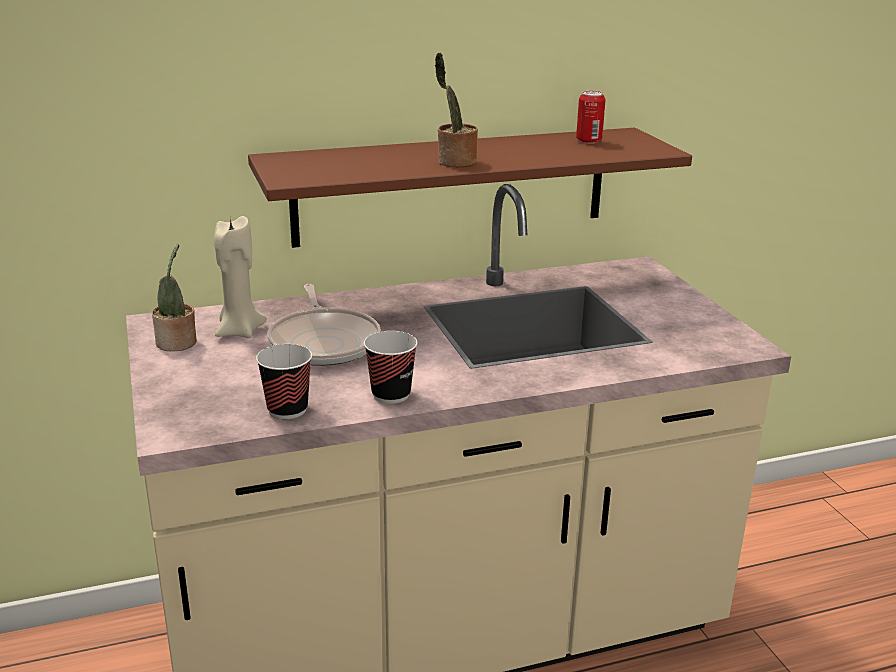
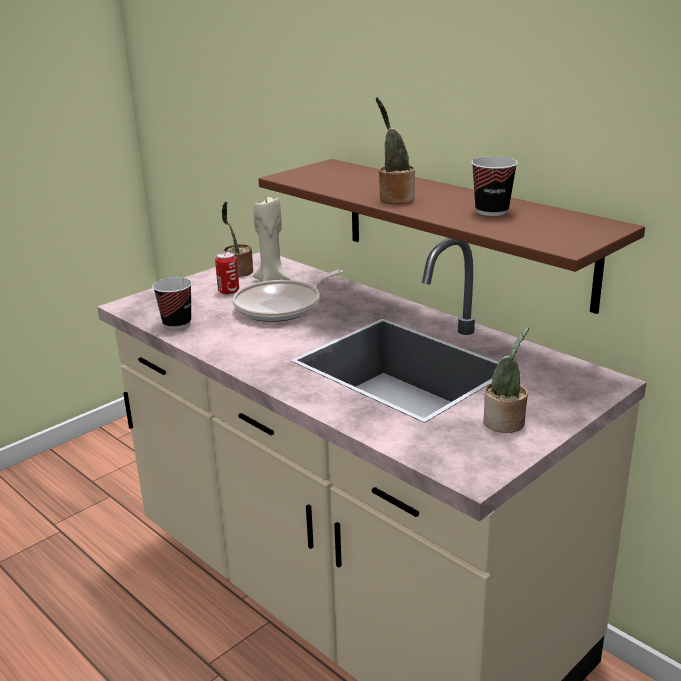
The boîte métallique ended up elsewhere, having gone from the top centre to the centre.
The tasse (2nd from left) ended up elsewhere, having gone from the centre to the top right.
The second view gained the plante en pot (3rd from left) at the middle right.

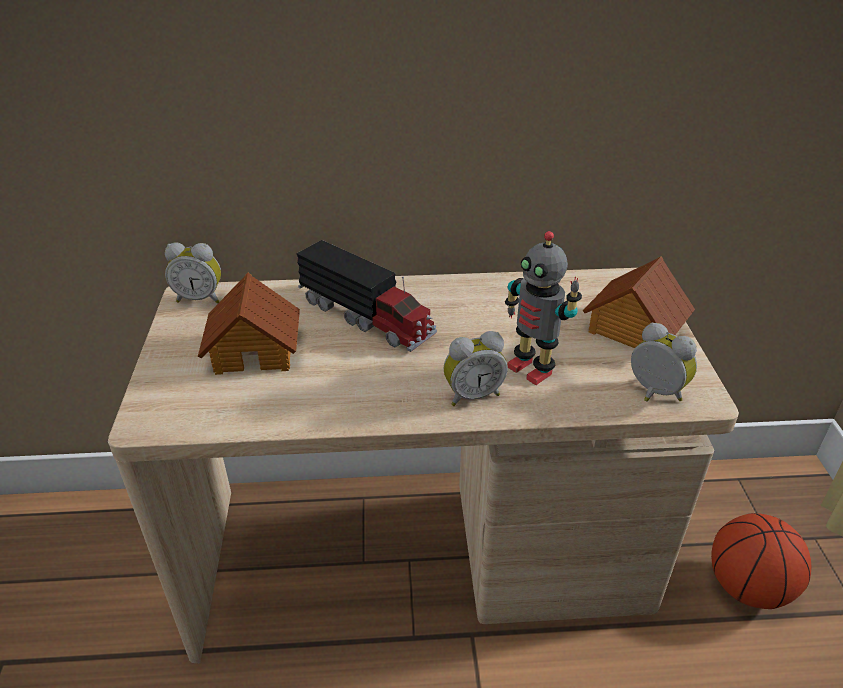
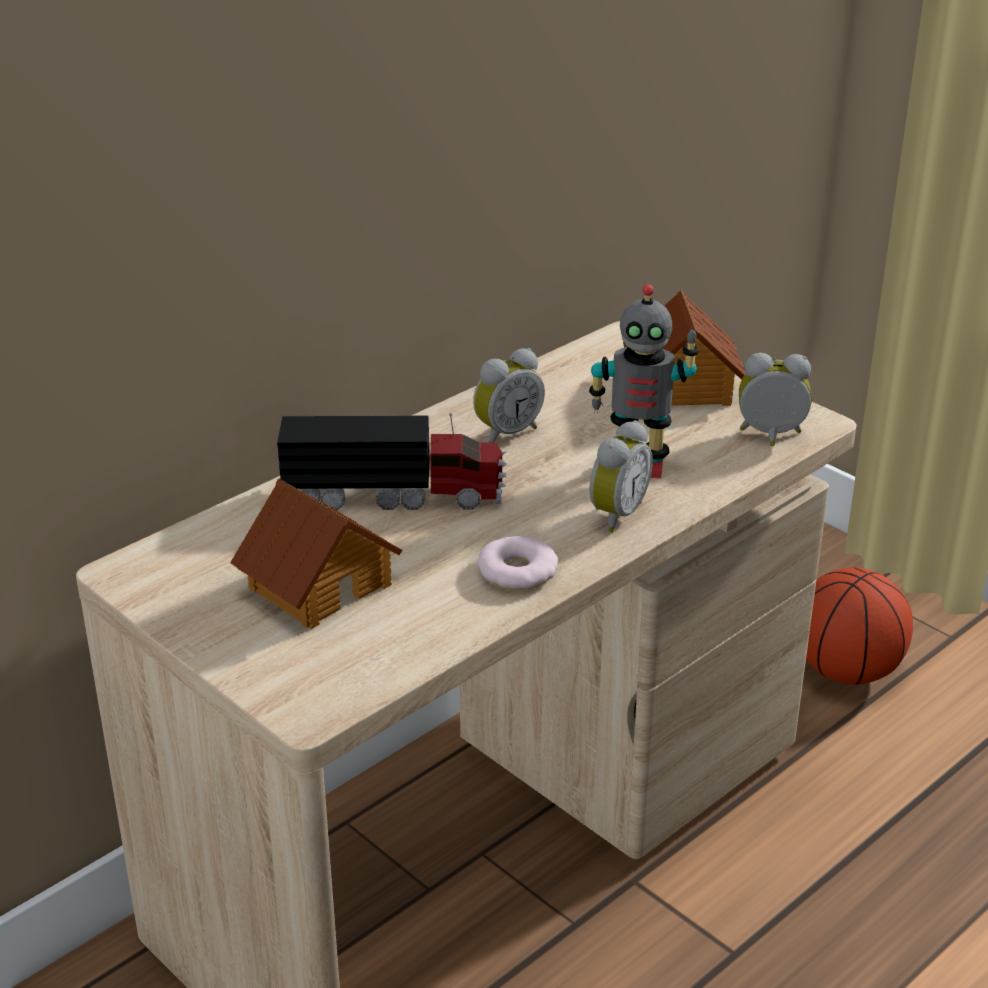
The réveil (1st from left) ended up elsewhere, having gone from the middle left to the centre.
The second view gained the beignet at the centre.

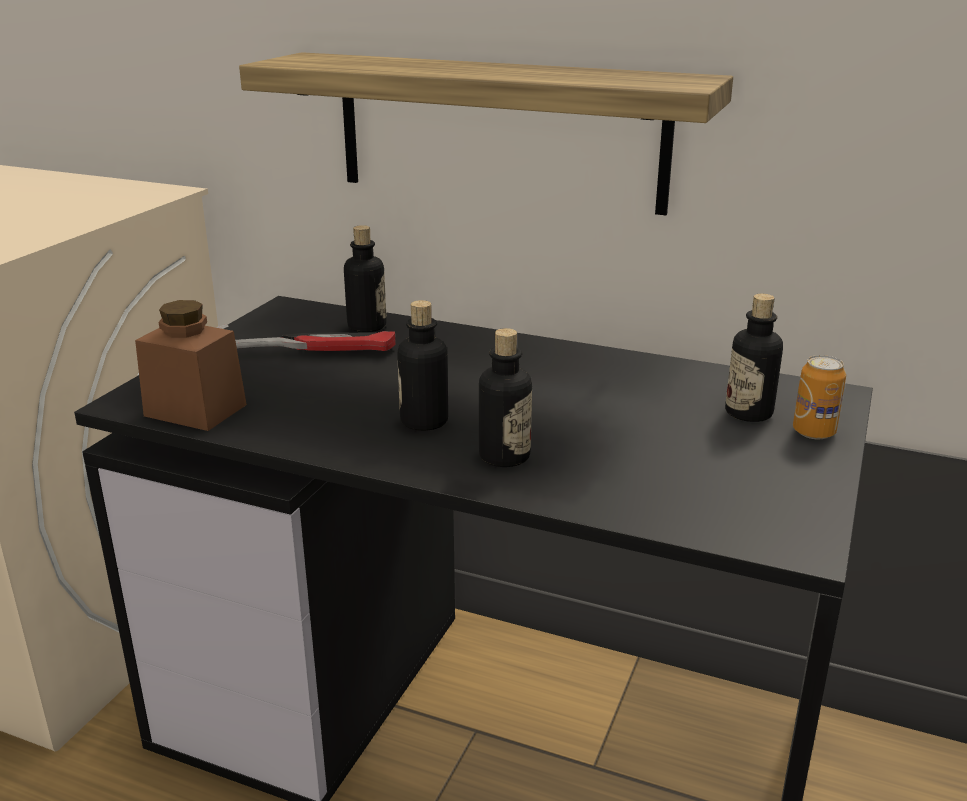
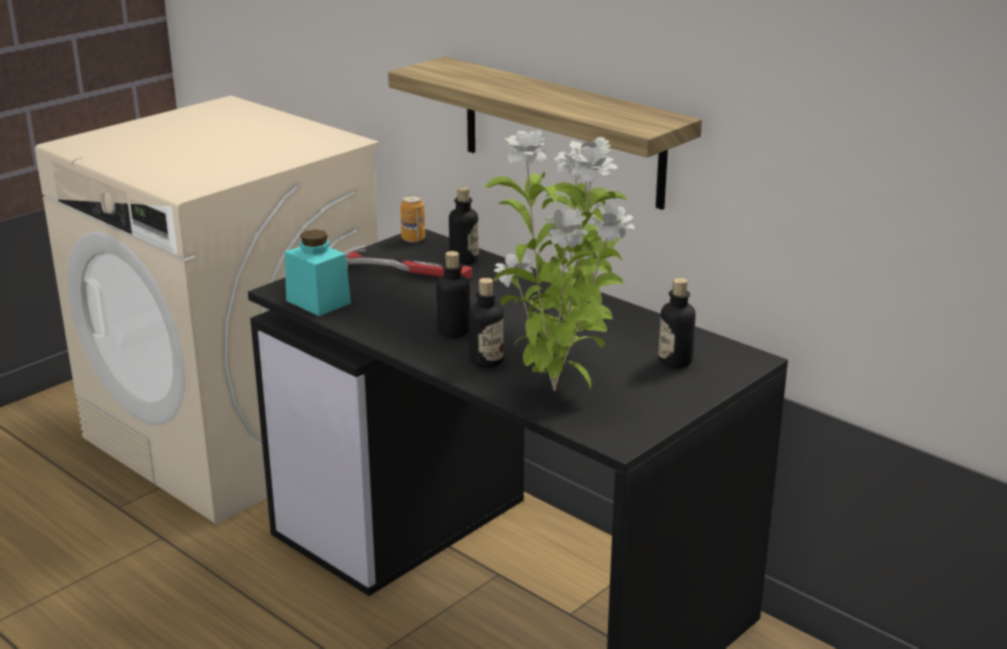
What was the bocal (marron) at the middle left turned into the bocal (turquoise) at the middle left.
The boîte métallique ended up elsewhere, having gone from the middle right to the centre.
The second view gained the plante en pot at the centre.

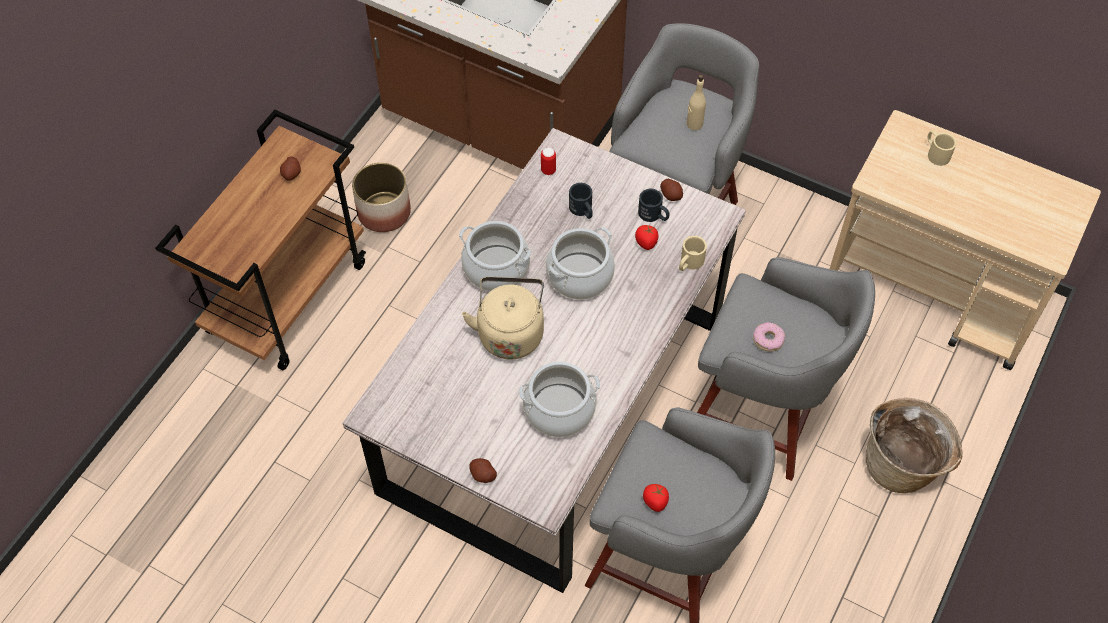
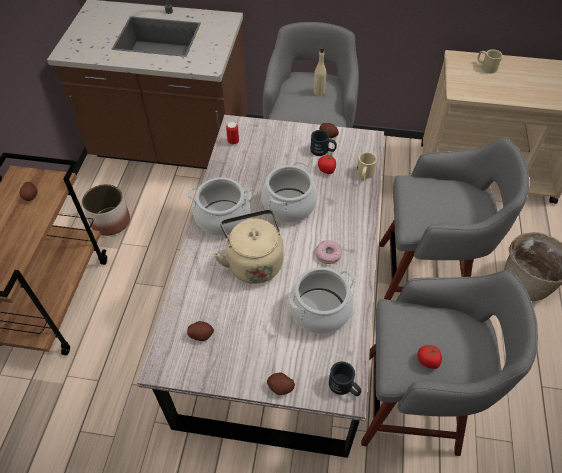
The mug (noir) (1st from left in the first image) ended up elsewhere, having gone from the top centre to the bottom centre.
The beignet ended up elsewhere, having gone from the middle right to the centre.
The second view gained the pomme de terre (2nd from left) at the bottom centre.

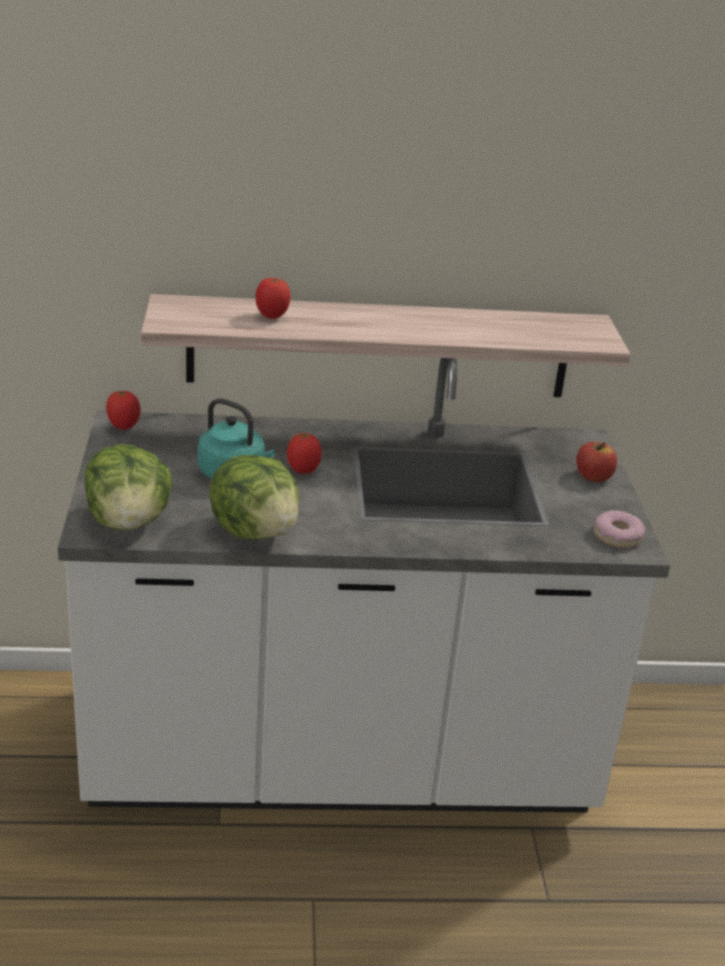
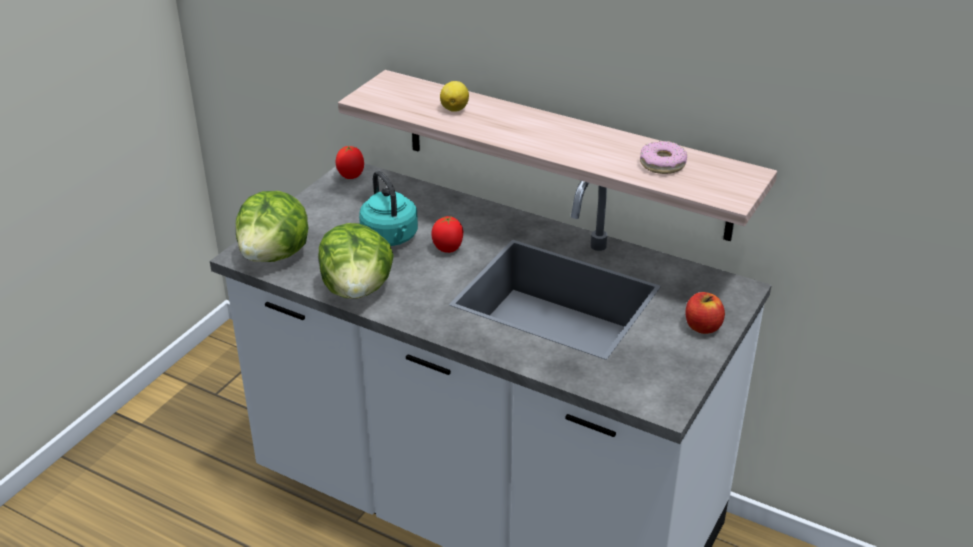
Where the tomate (2nd from left) stood at the top centre, the citron came to stand at the top centre.
The beignet ended up elsewhere, having gone from the middle right to the top right.

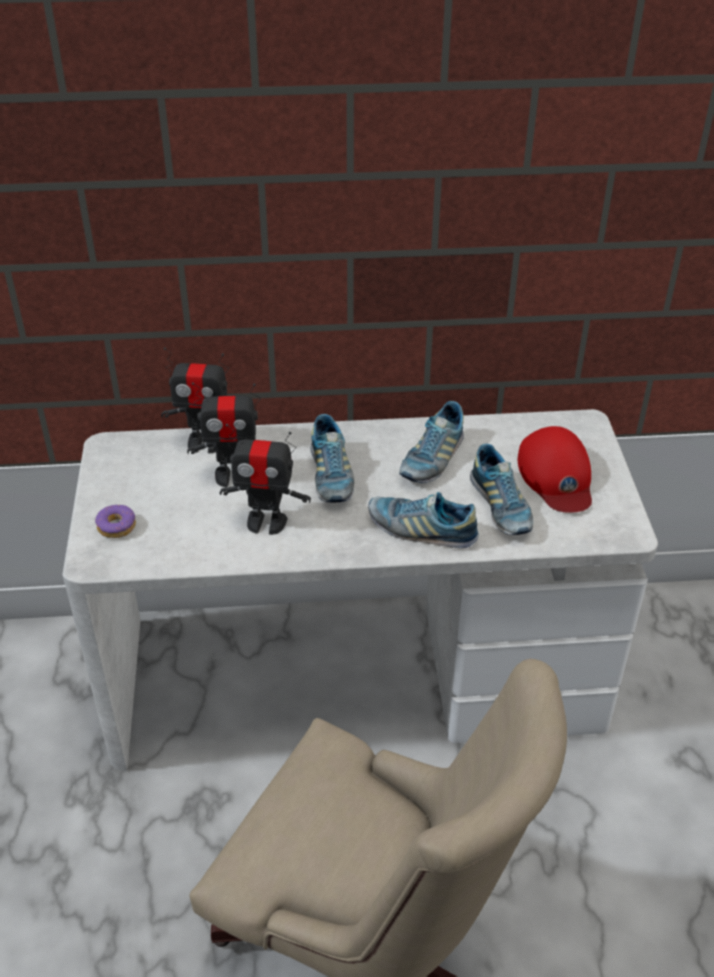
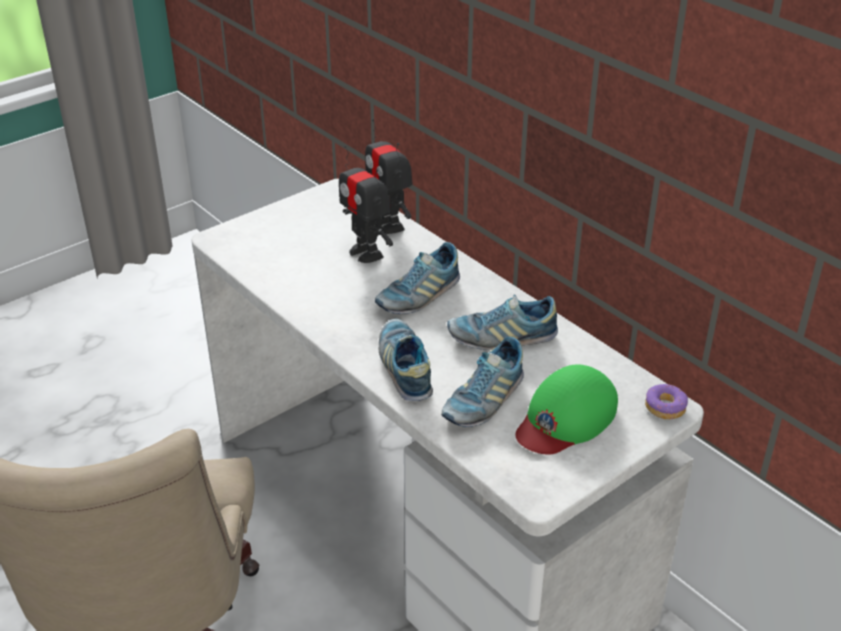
The second view lost the robot jouet (3rd from left) at the centre.
What was the casquette (rouge) at the middle right turned into the casquette (vert) at the middle right.
The beignet ended up elsewhere, having gone from the middle left to the middle right.

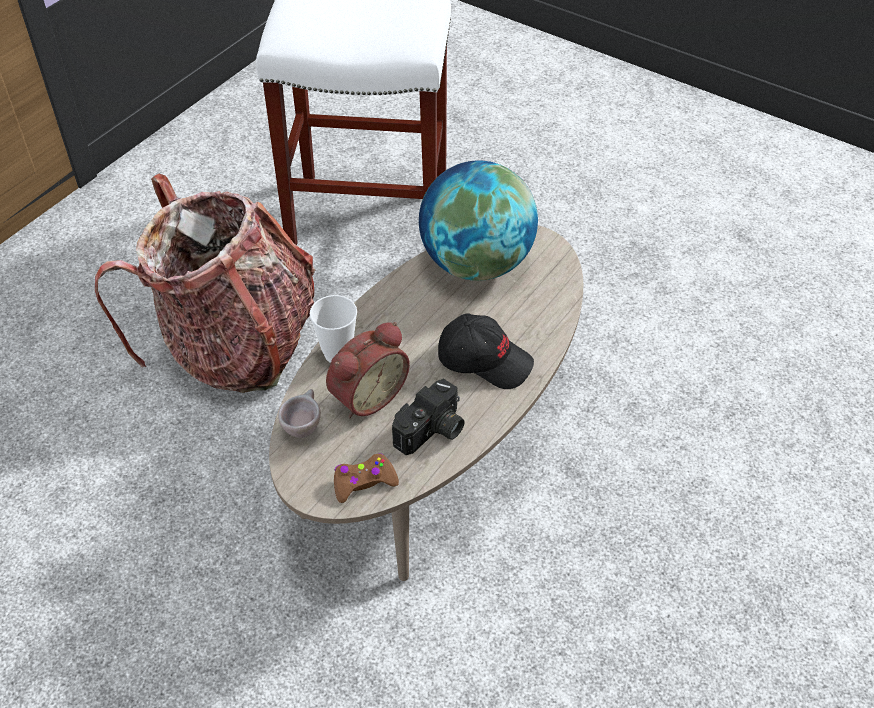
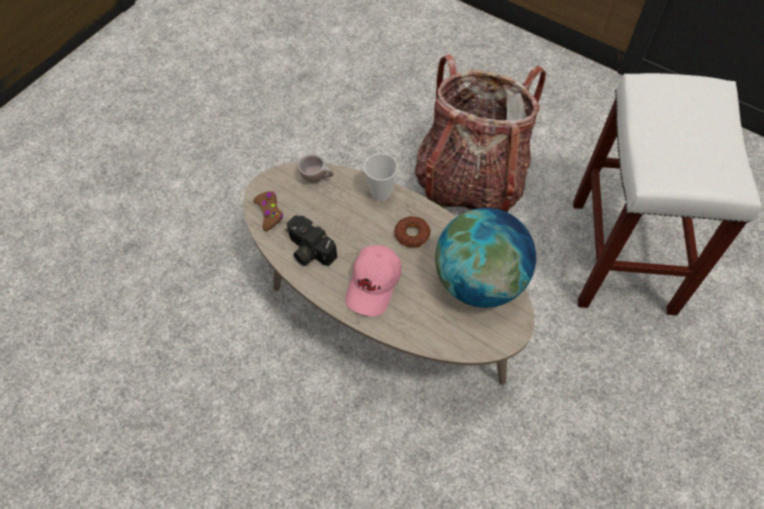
What was the casquette (noir) at the centre turned into the casquette (rose) at the centre.
The second view lost the réveil at the centre.
The second view gained the beignet at the centre.

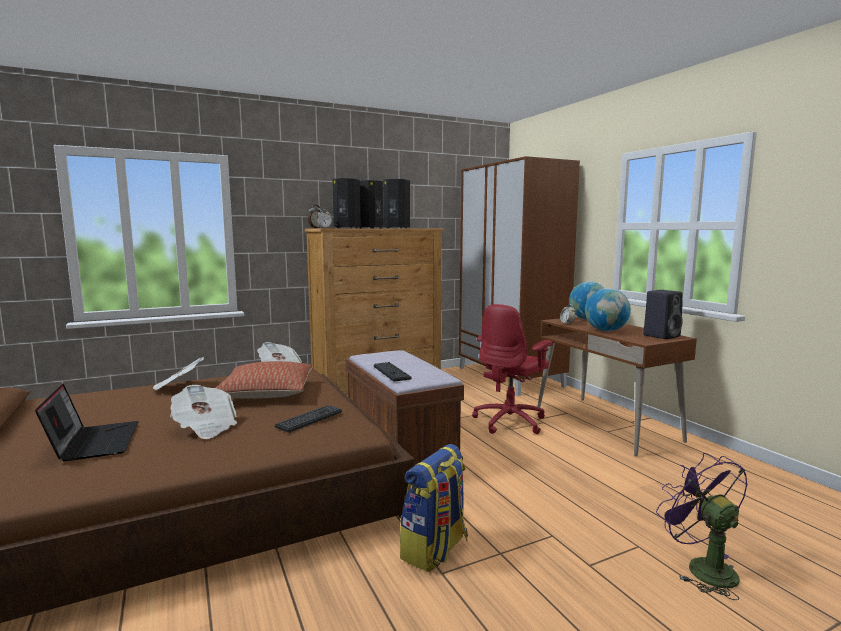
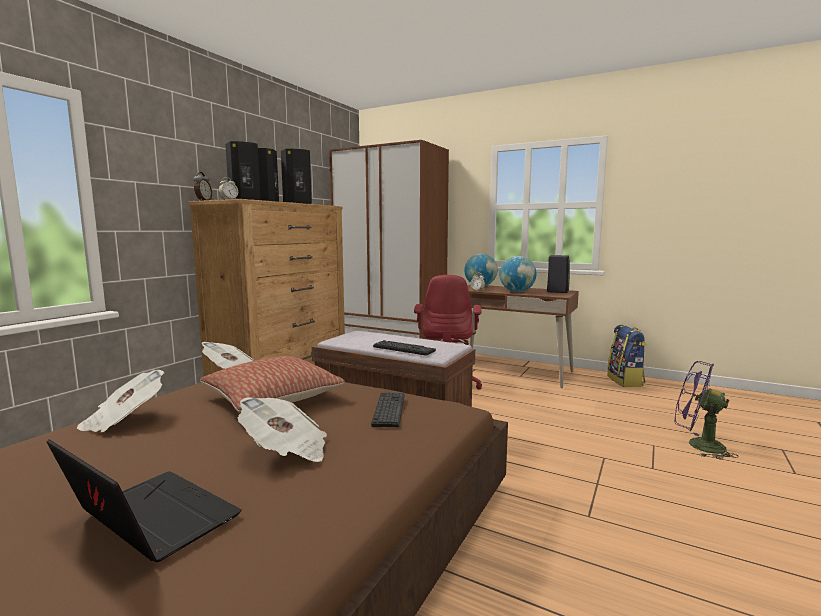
The sac à dos ended up elsewhere, having gone from the bottom centre to the middle right.

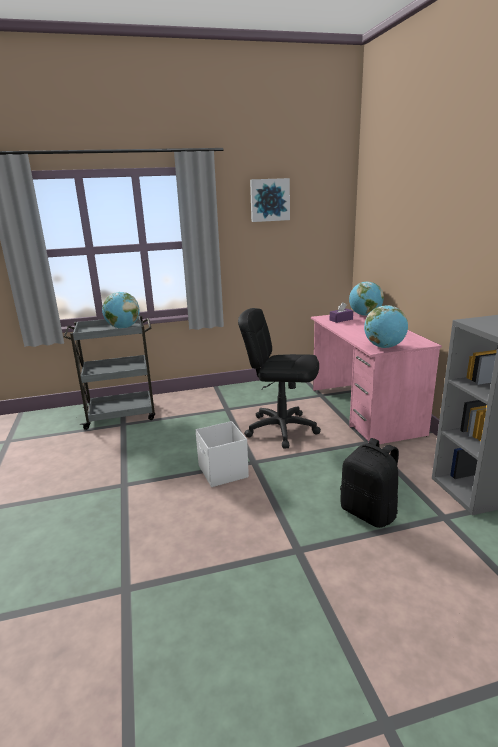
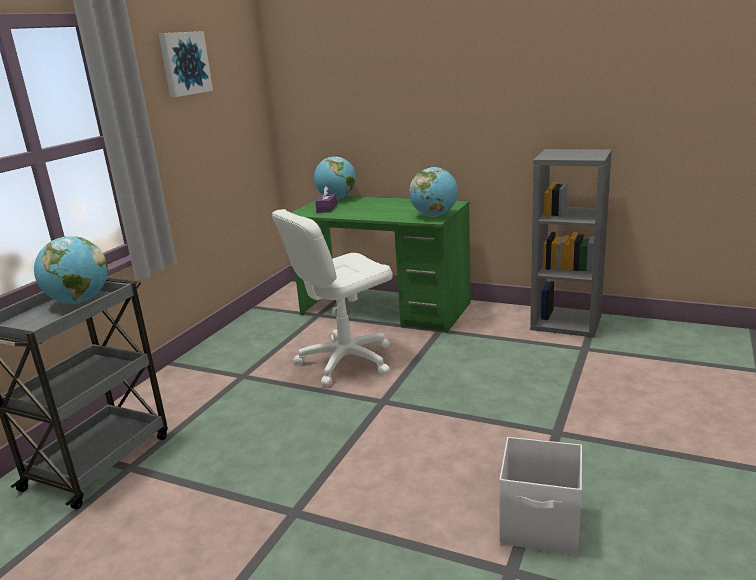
What was the chaise de bureau (noir) at the centre turned into the chaise de bureau (blanc) at the centre.
What was the bureau (rose) at the middle right turned into the bureau (vert) at the centre.
The boîte de rangement (blanc) ended up elsewhere, having gone from the centre to the bottom right.
The second view lost the sac à dos (noir) at the middle right.

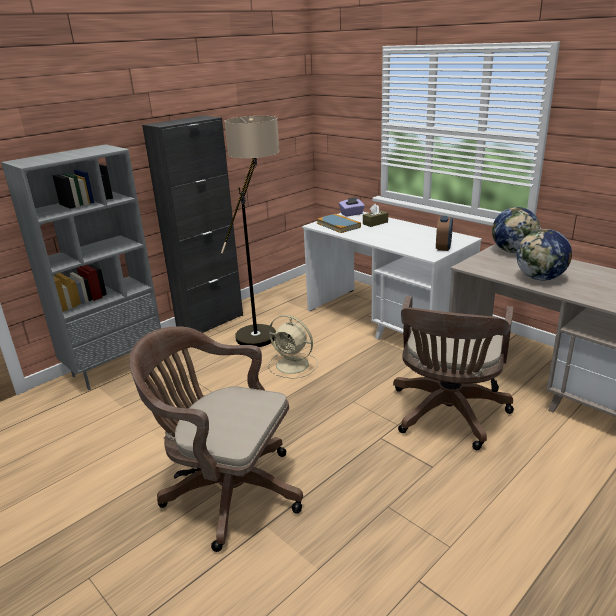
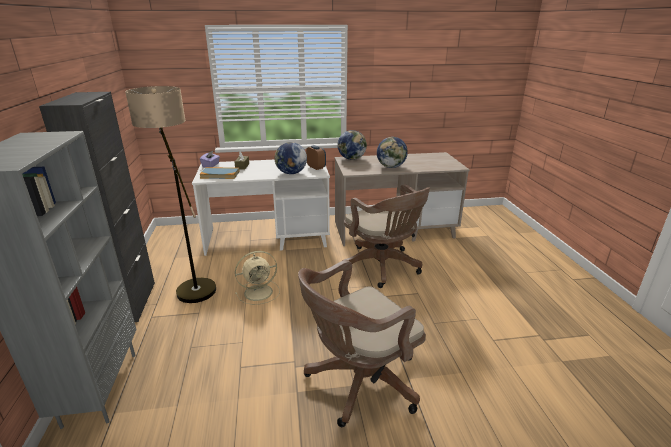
The second view gained the globe (1st from left) at the centre.

